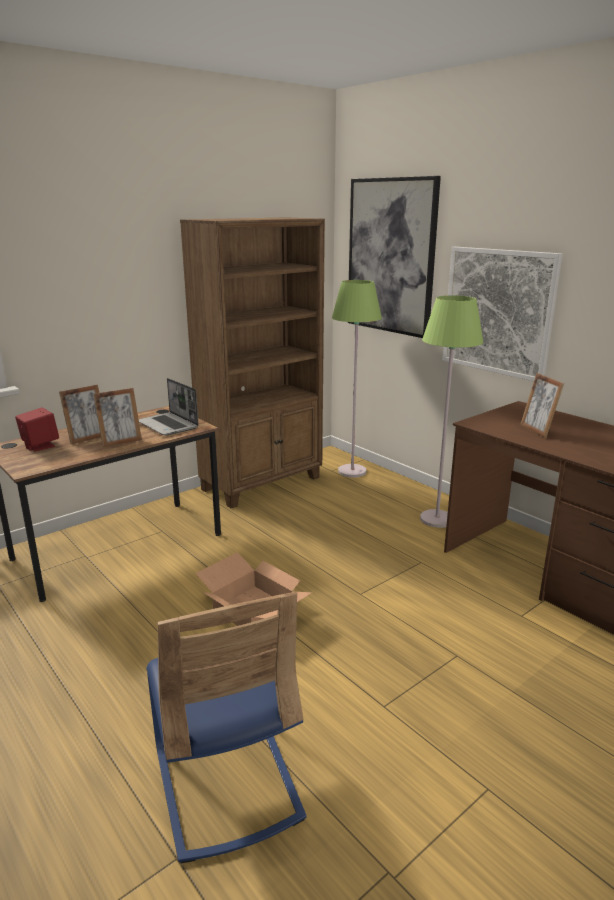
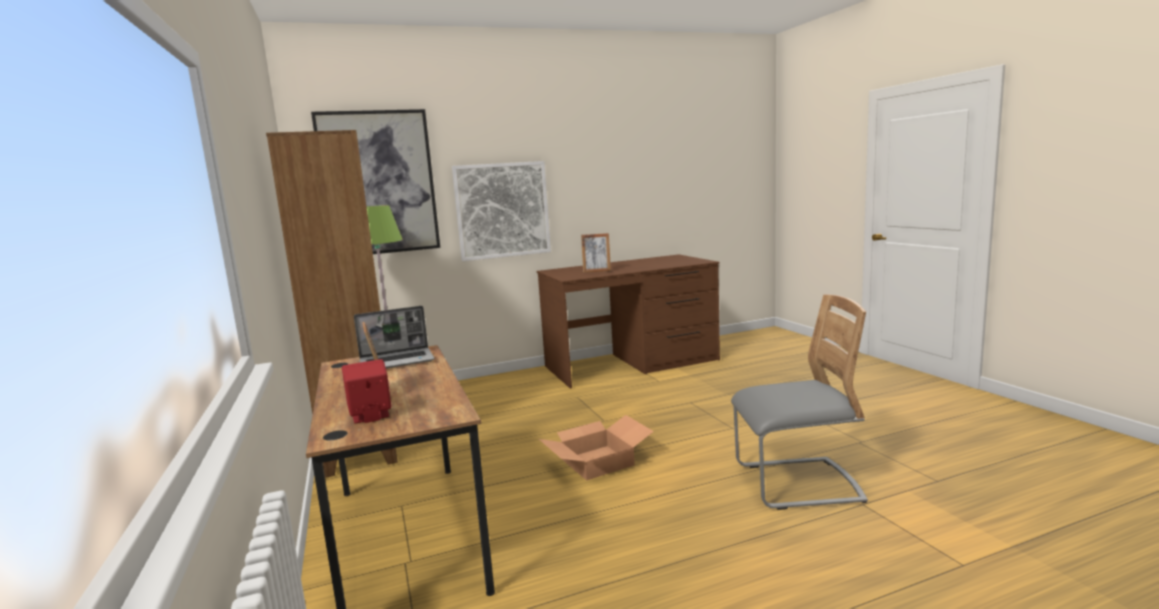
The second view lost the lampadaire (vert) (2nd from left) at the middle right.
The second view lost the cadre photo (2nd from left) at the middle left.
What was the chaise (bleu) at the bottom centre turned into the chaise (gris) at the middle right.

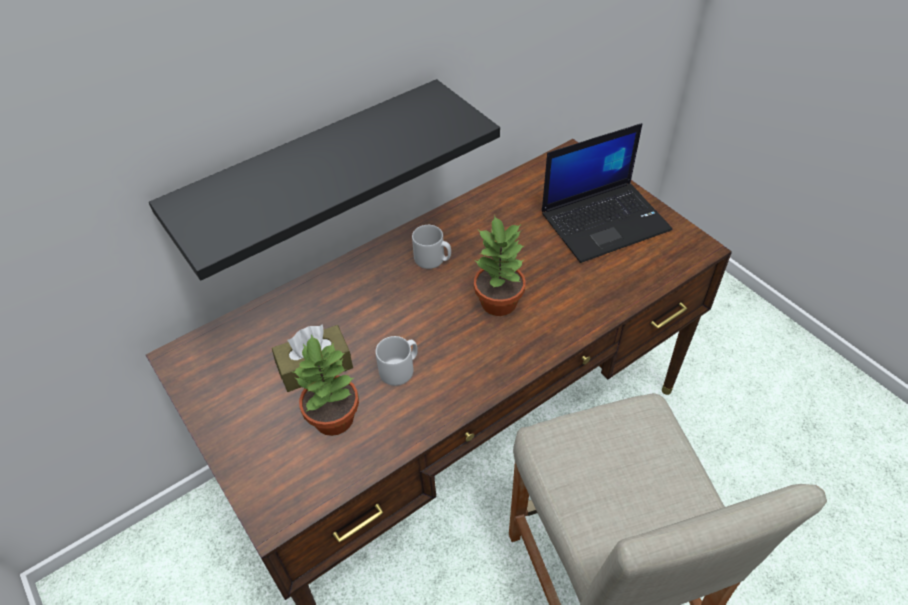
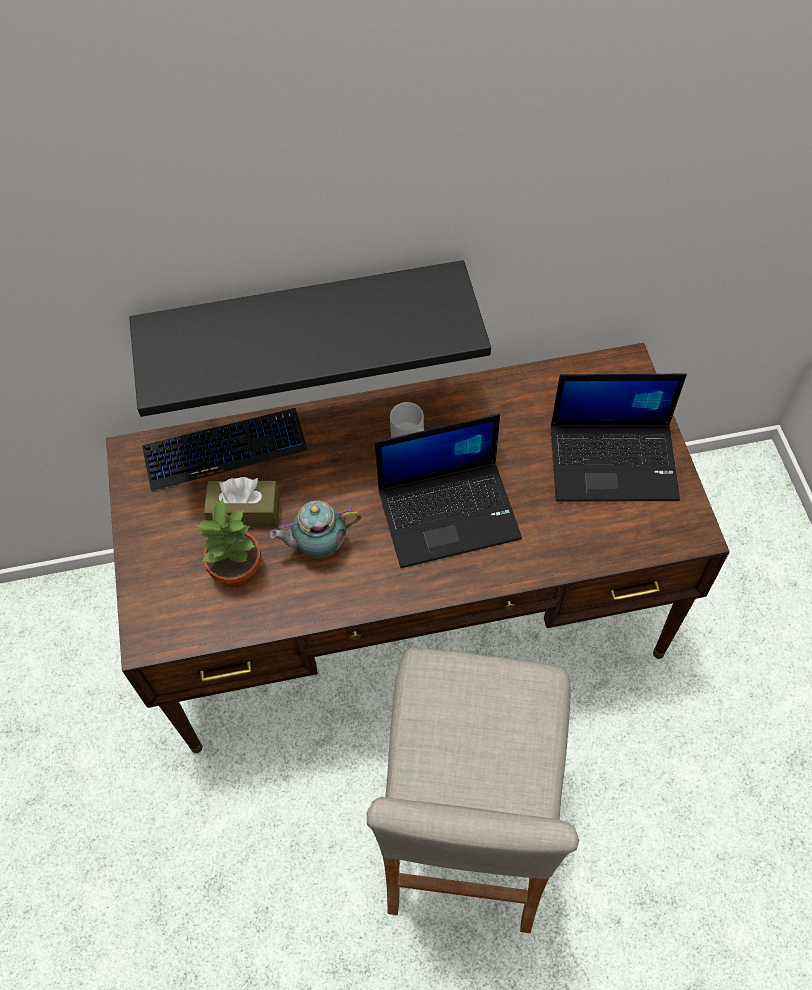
Where the plante en pot (2nd from left) stood at the centre, the ordinateur portable (1st from left) came to stand at the centre.
Where the mug (gris) (1st from left) stood at the centre, the théière came to stand at the centre.
The second view gained the clavier at the middle left.

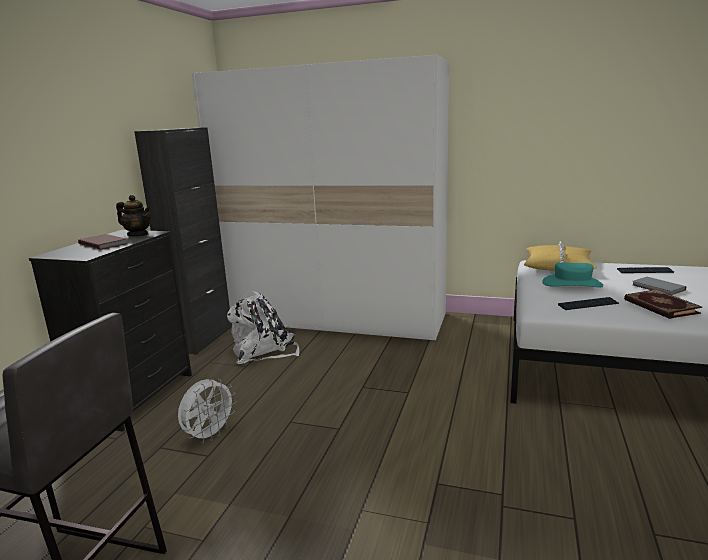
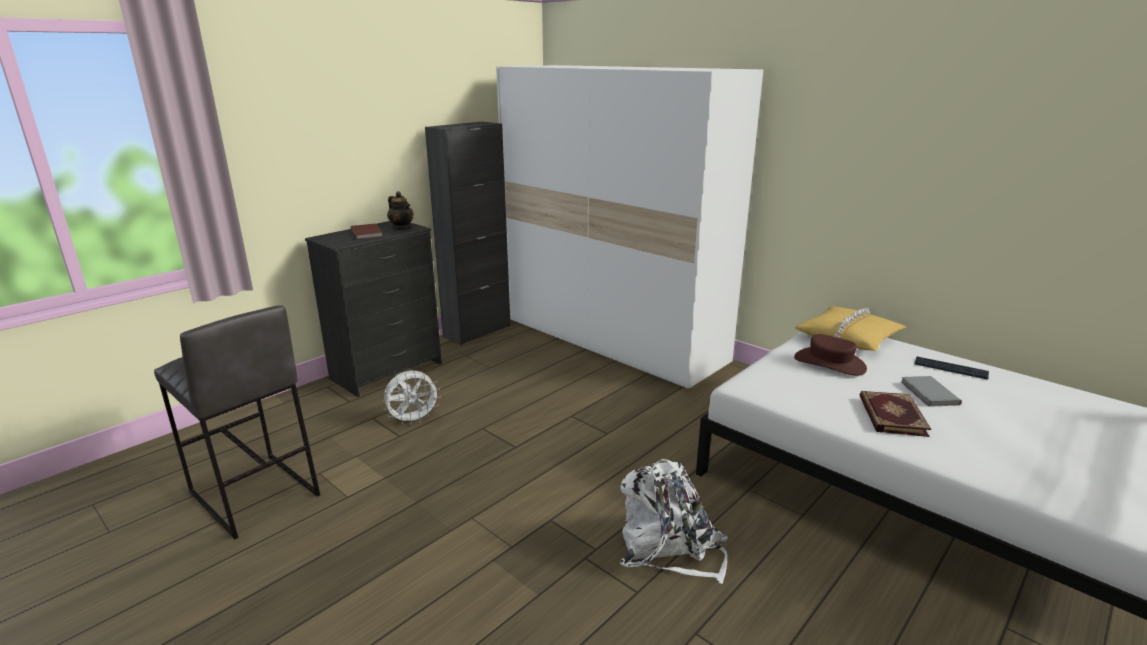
What was the chapeau (turquoise) at the middle right turned into the chapeau (marron) at the middle right.
The sac à dos (blanc) ended up elsewhere, having gone from the centre to the bottom centre.
The second view lost the clavier (1st from left) at the middle right.

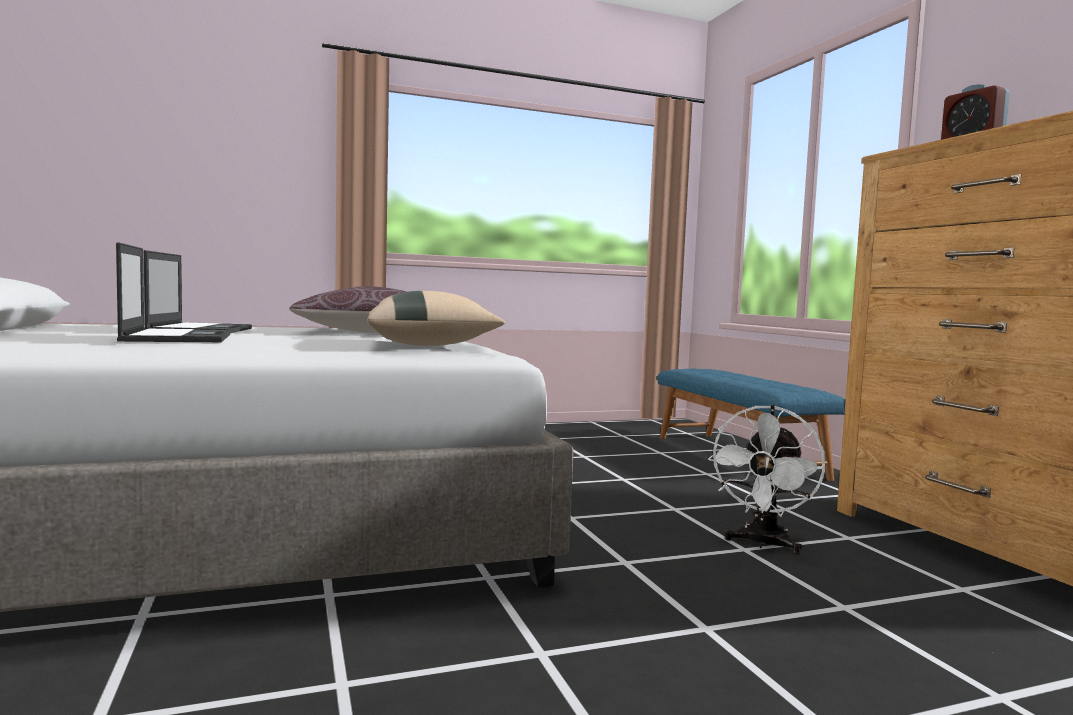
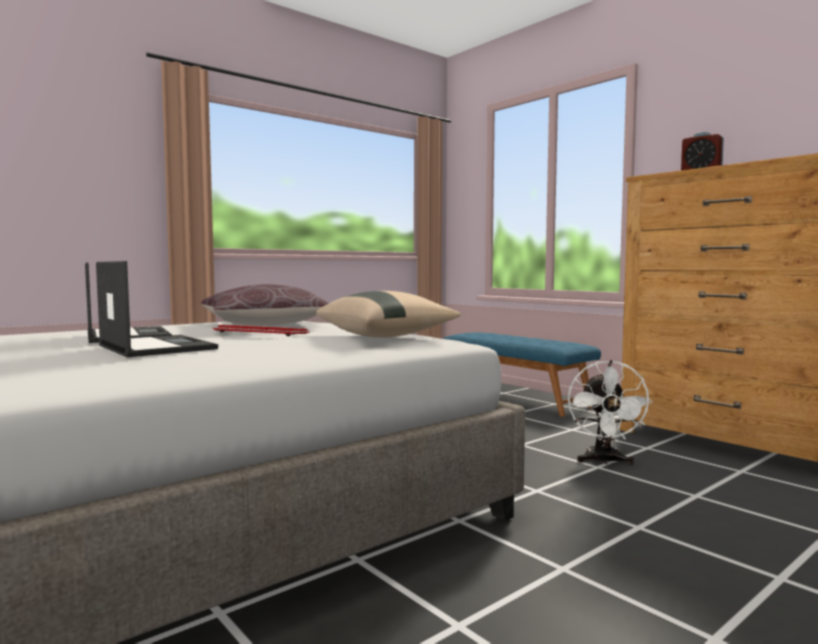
The second view gained the clavier at the middle left.

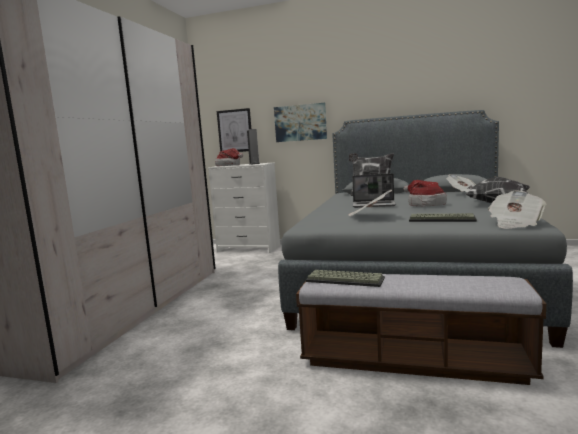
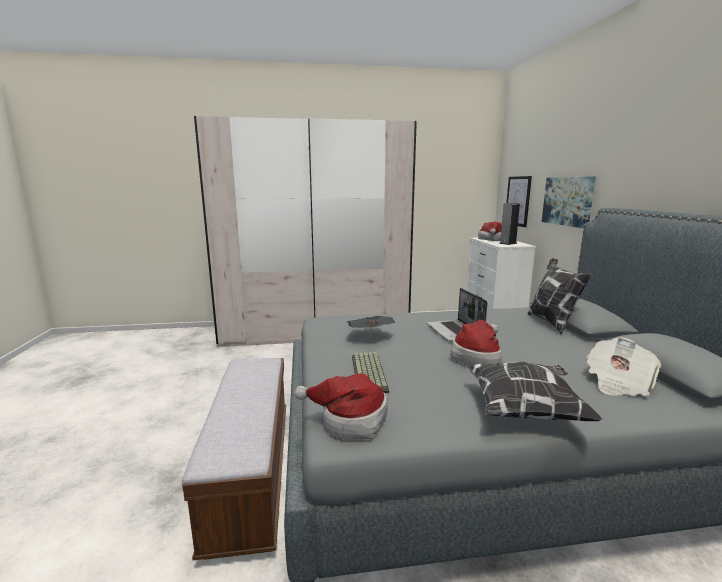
Where the journal (3rd from left) stood at the middle right, the chapeau (1st from left) came to stand at the bottom centre.
The second view lost the clavier (1st from left) at the centre.

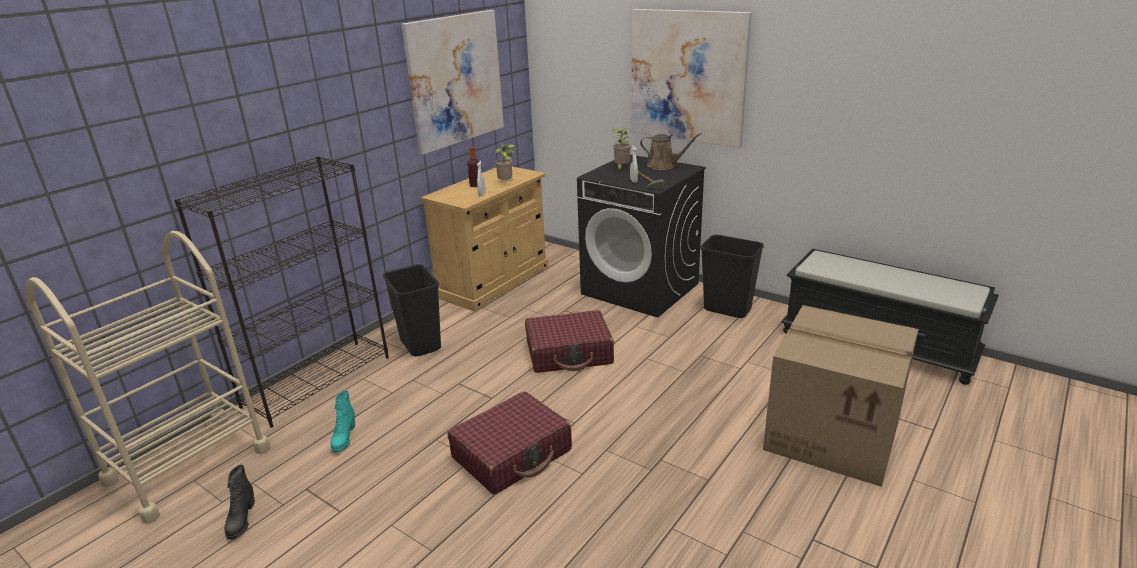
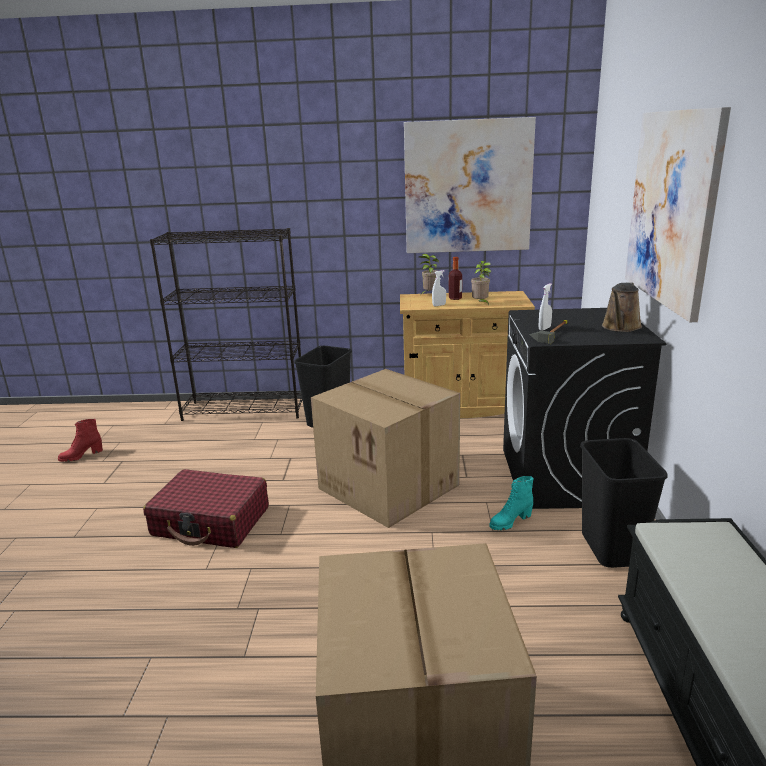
The plante en pot (2nd from left in the first image) ended up elsewhere, having gone from the top centre to the centre.
The arrosoir (marron) at the top centre ended up facing another way, 45 degrees clockwise from before.
The second view lost the chariot (beige) at the middle left.
Where the valise (rouge) (2nd from left) stood at the centre, the carton (1st from left) came to stand at the centre.
The botte (turquoise) ended up elsewhere, having gone from the bottom left to the middle right.
What was the botte (noir) at the bottom left turned into the botte (rouge) at the middle left.

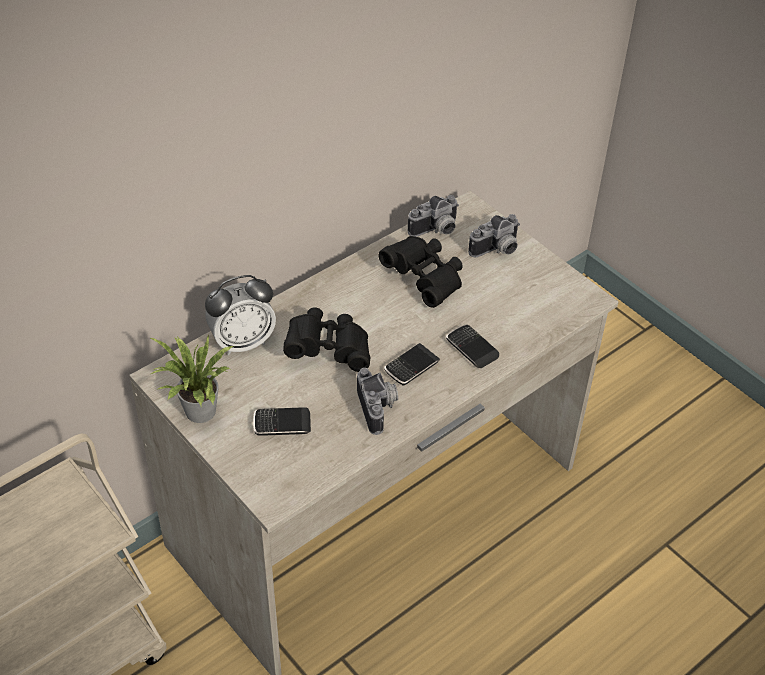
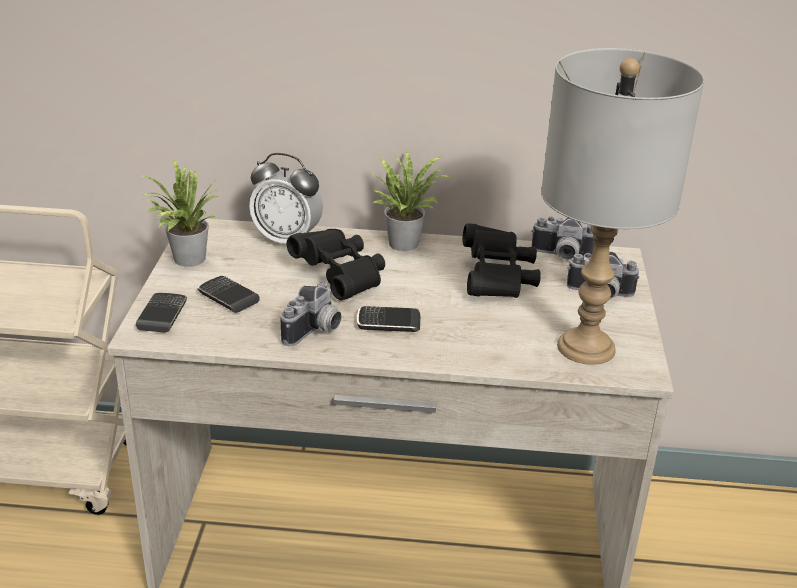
The téléphone (3rd from left in the first image) ended up elsewhere, having gone from the centre to the middle left.
The second view gained the lampe de table (gris) at the middle right.
The second view gained the plante en pot (2nd from left) at the centre.

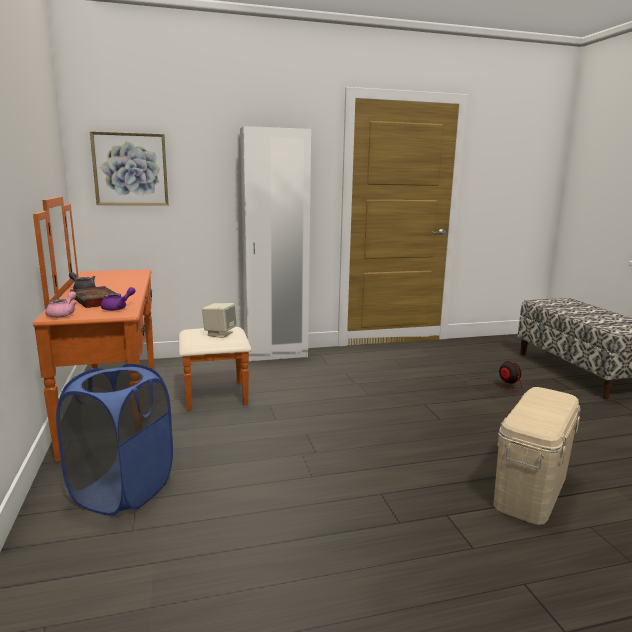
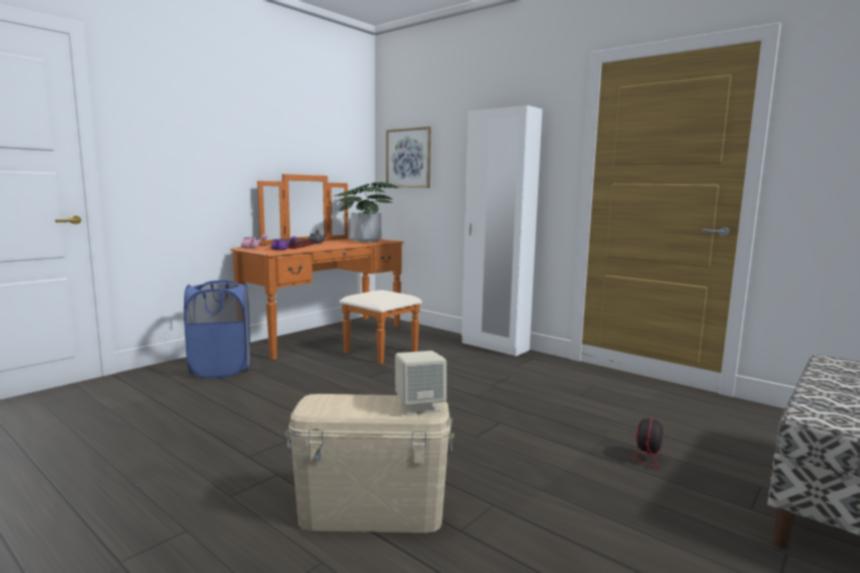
The enceinte (beige) ended up elsewhere, having gone from the centre to the bottom centre.
The second view gained the plante en pot at the centre.

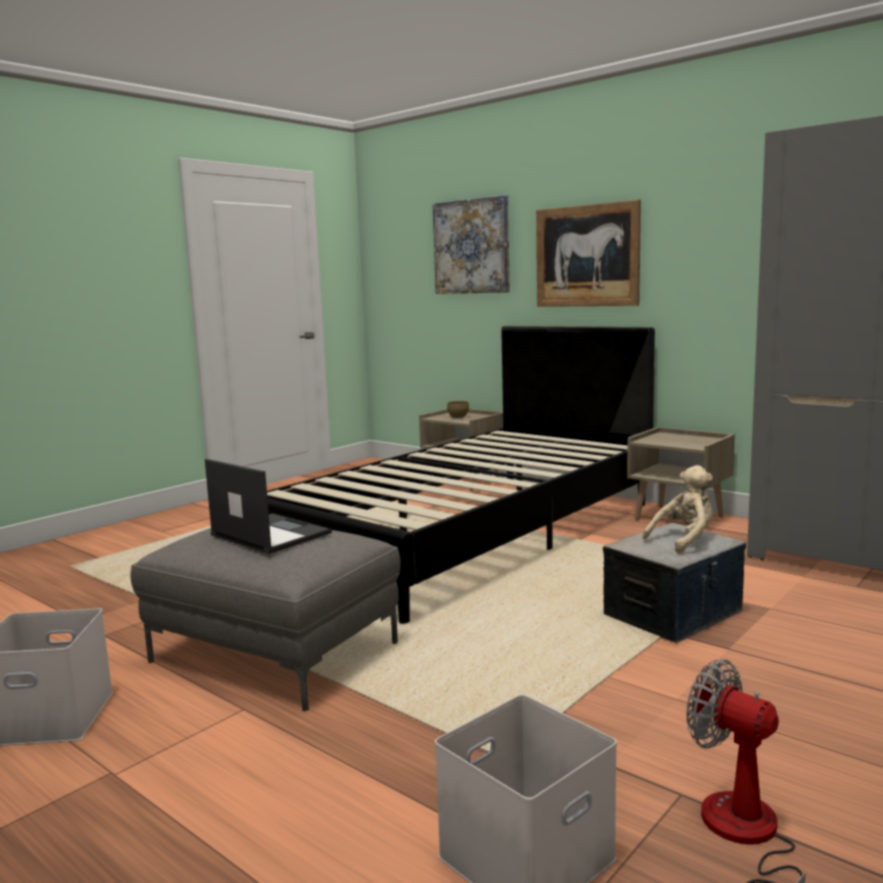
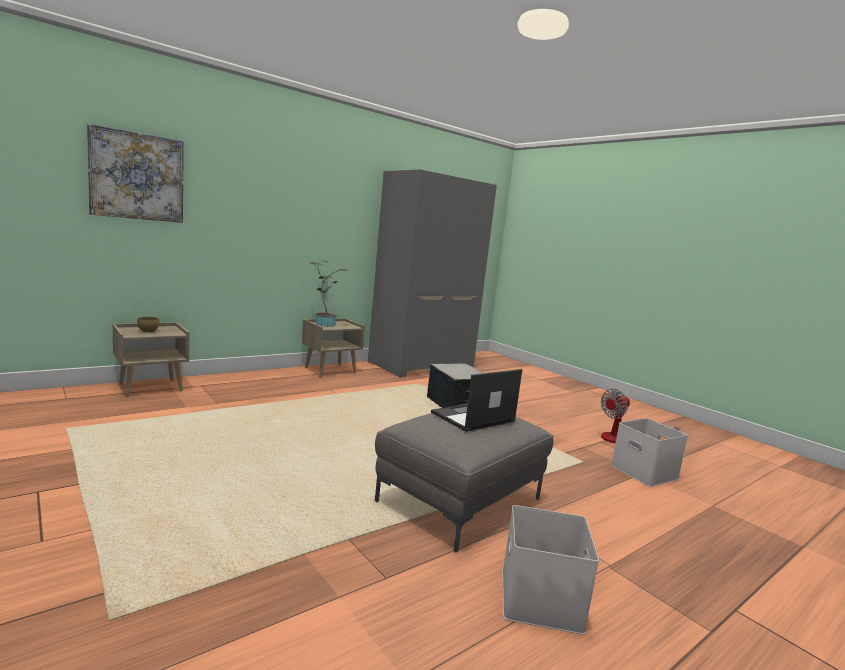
The second view lost the tableau (2nd from left) at the top centre.
The second view lost the lit (noir) at the centre.
The second view lost the peluche (beige) at the middle right.
The second view gained the plante en pot at the centre.

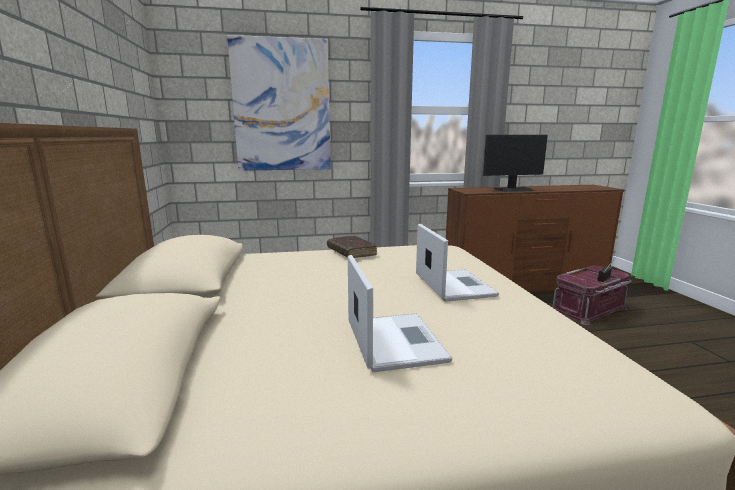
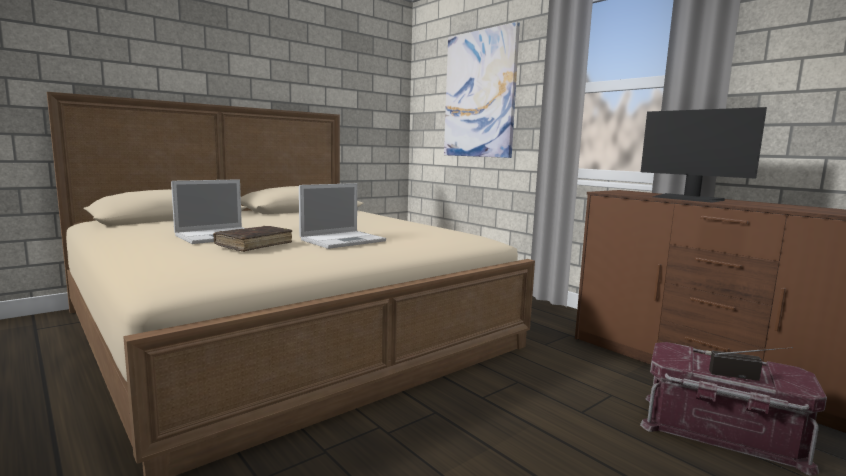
The livre (marron) ended up elsewhere, having gone from the centre to the middle left.

